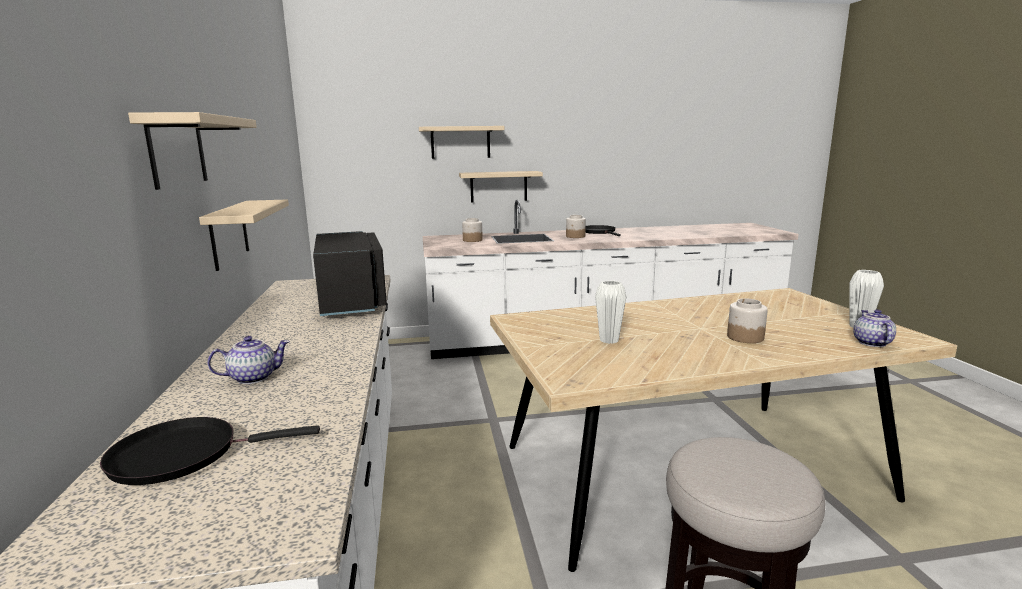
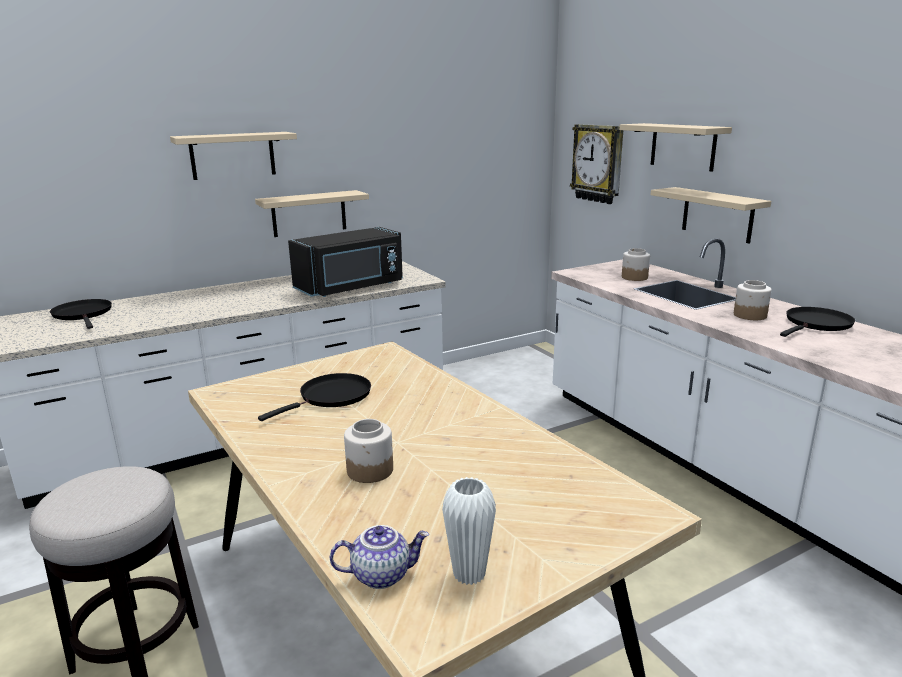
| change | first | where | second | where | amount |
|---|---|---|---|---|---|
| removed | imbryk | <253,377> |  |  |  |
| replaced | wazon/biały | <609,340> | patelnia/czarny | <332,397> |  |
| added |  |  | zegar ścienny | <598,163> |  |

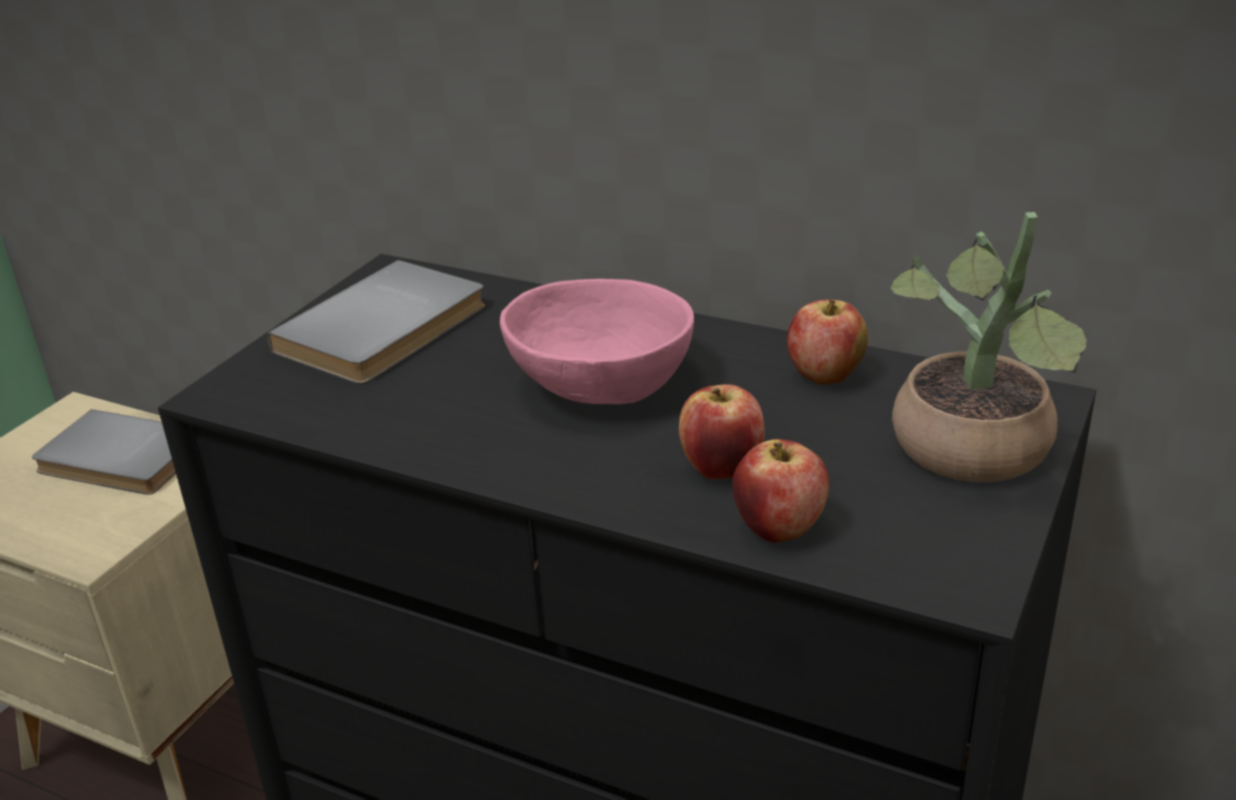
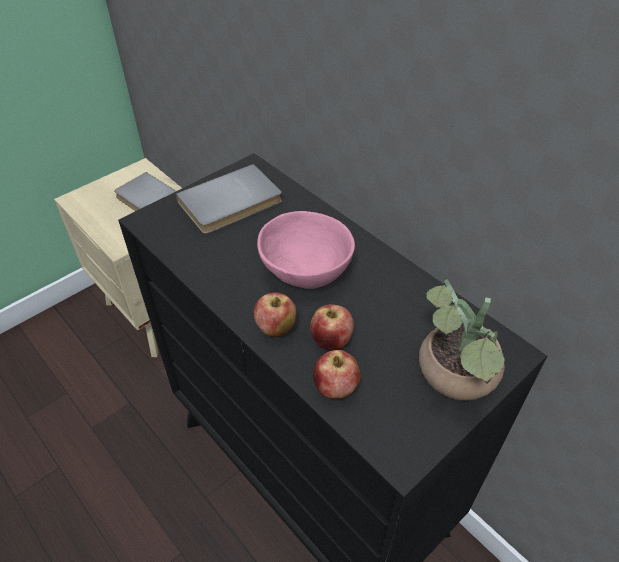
| change | first | where | second | where | amount |
|---|---|---|---|---|---|
| moved | jabłko | <825,376> |  | <275,329> |  |

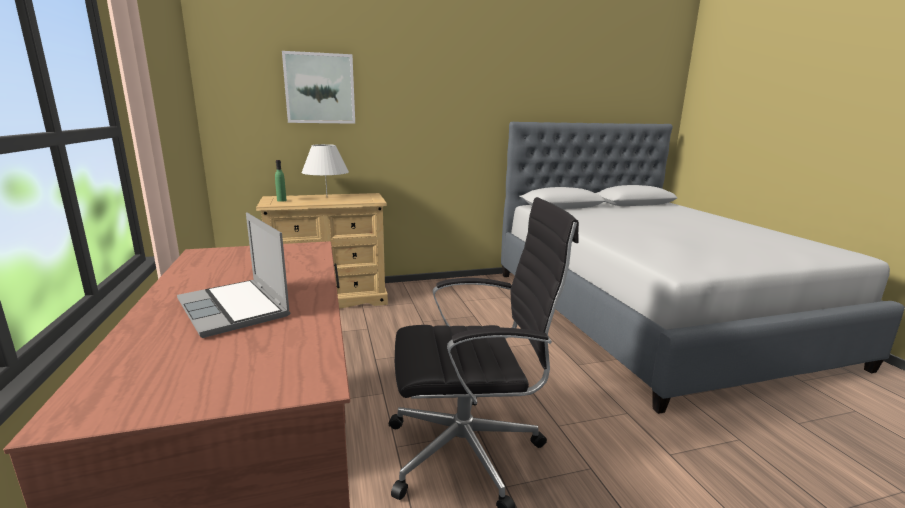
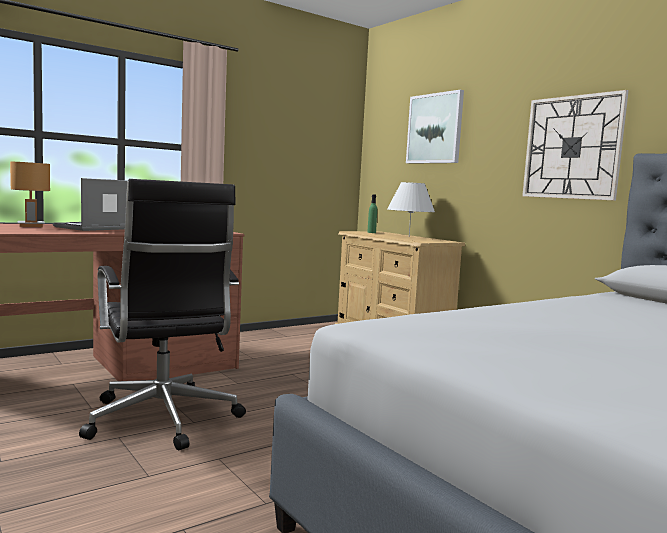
| change | first | where | second | where | amount |
|---|---|---|---|---|---|
| added |  |  | lampa stołowa/brązowy | <31,226> |  |
| added |  |  | zegar ścienny | <572,147> |  |

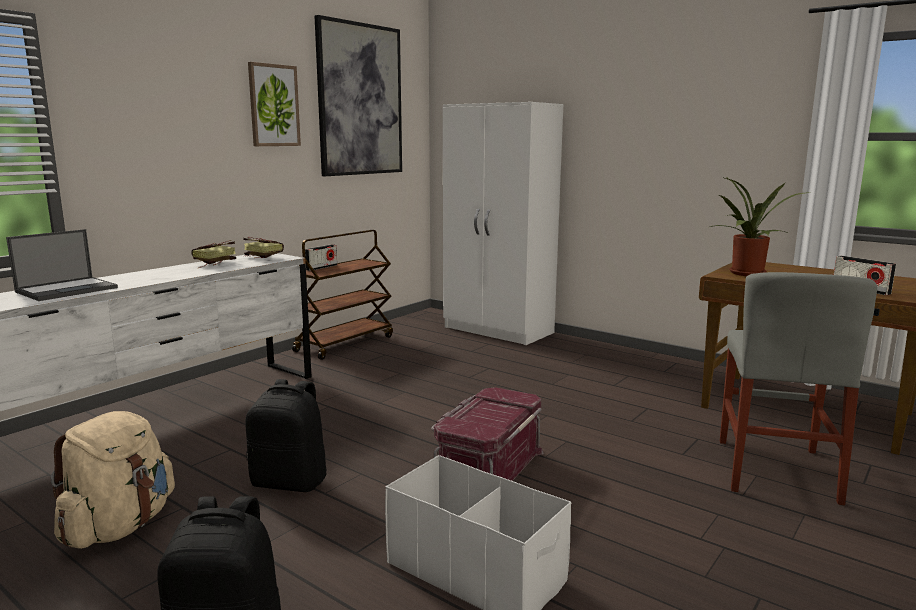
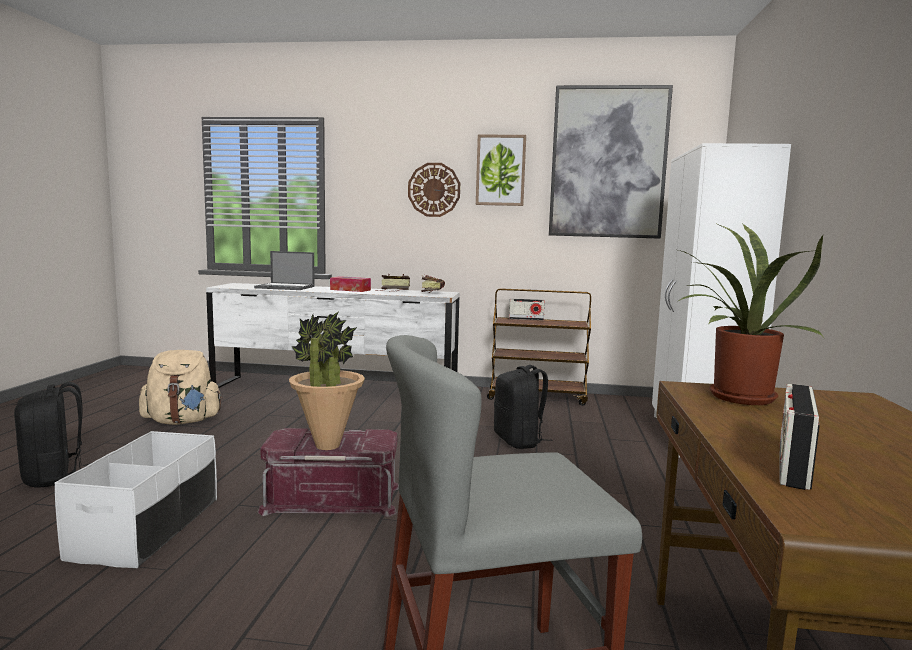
| change | first | where | second | where | amount |
|---|---|---|---|---|---|
| moved | plecak/czarny | <290,482> |  | <519,441> |  |
| added |  |  | roślina doniczkowa | <327,445> |  |
| added |  |  | pudełko chusteczek | <350,290> |  |
| added |  |  | zegar ścienny | <434,190> |  |

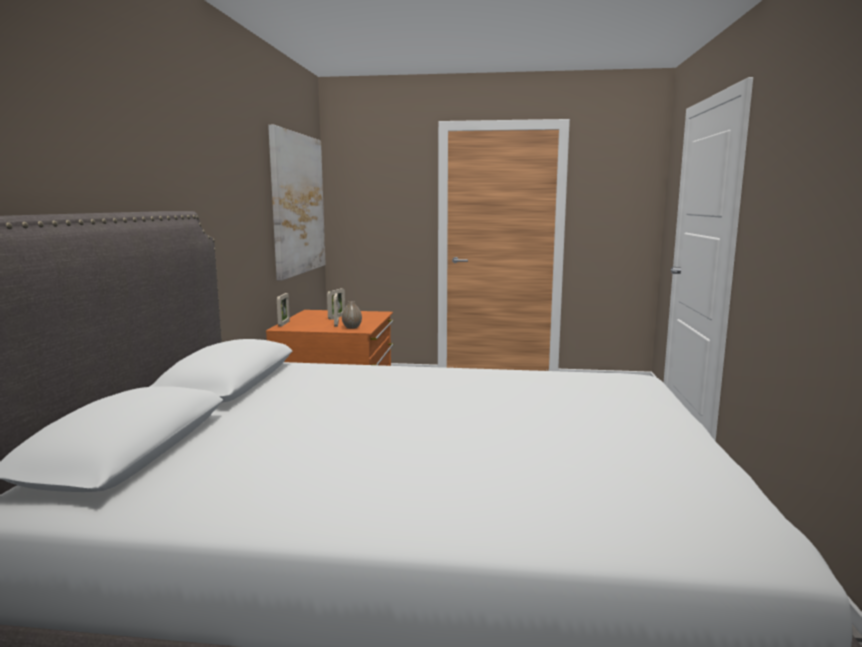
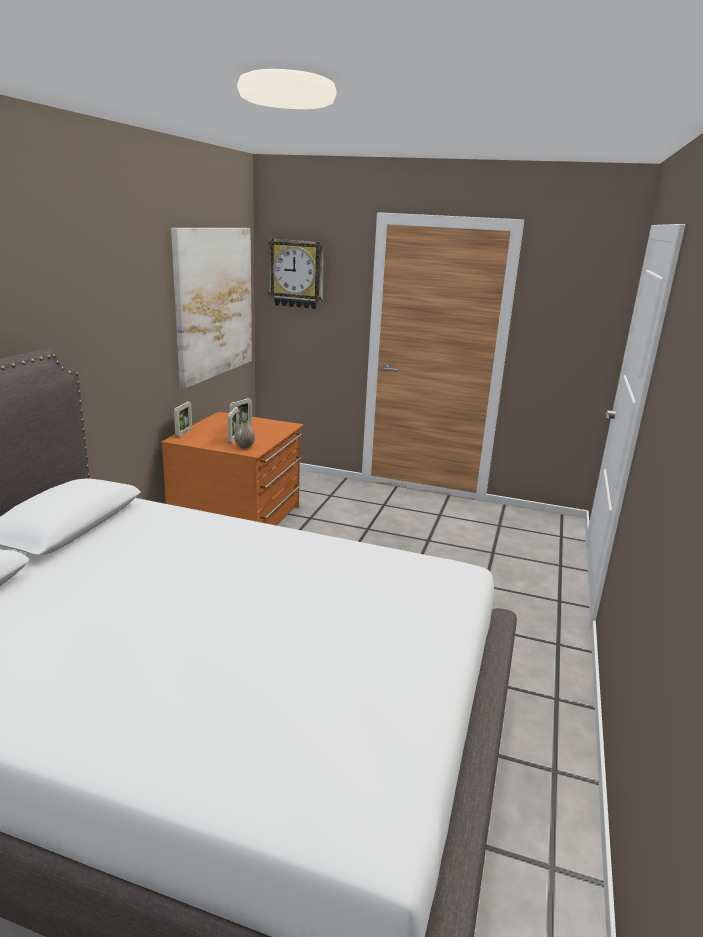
| change | first | where | second | where | amount |
|---|---|---|---|---|---|
| added |  |  | zegar ścienny | <297,274> |  |

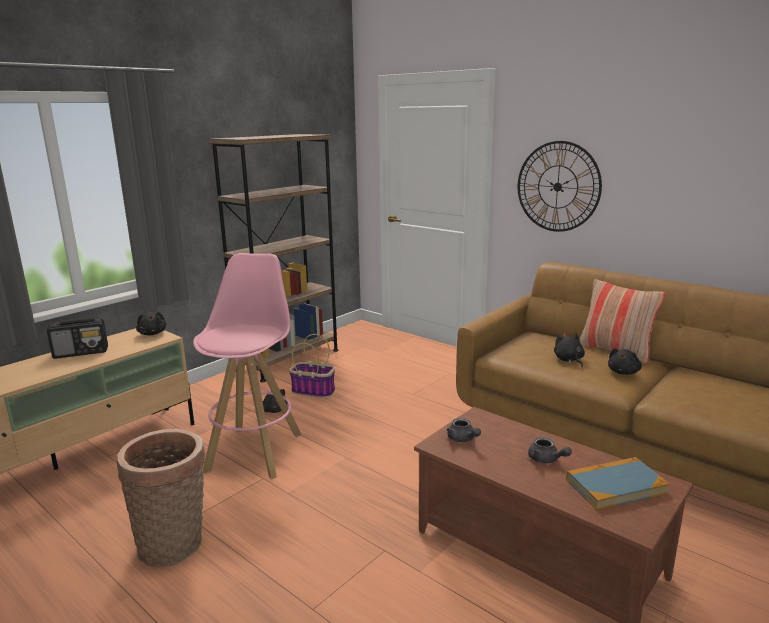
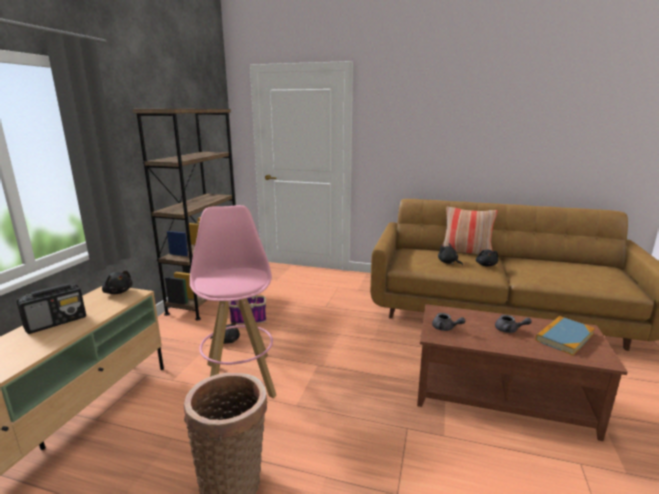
| change | first | where | second | where | amount |
|---|---|---|---|---|---|
| removed | zegar ścienny | <557,187> |  |  |  |

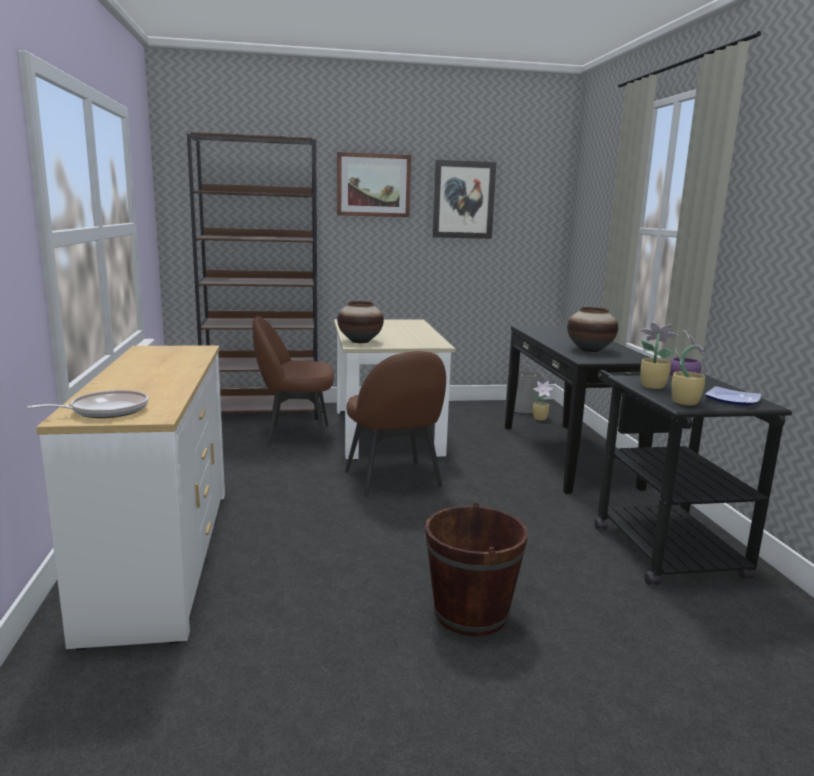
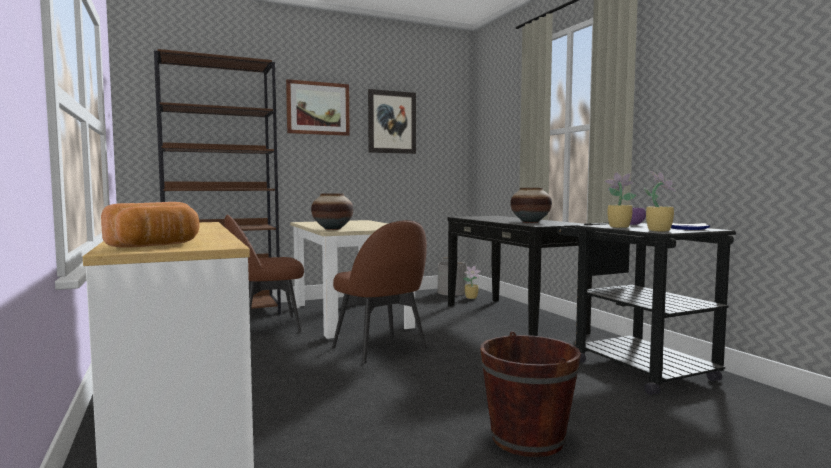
| change | first | where | second | where | amount |
|---|---|---|---|---|---|
| replaced | patelnia | <105,411> | chleb | <156,246> |  |

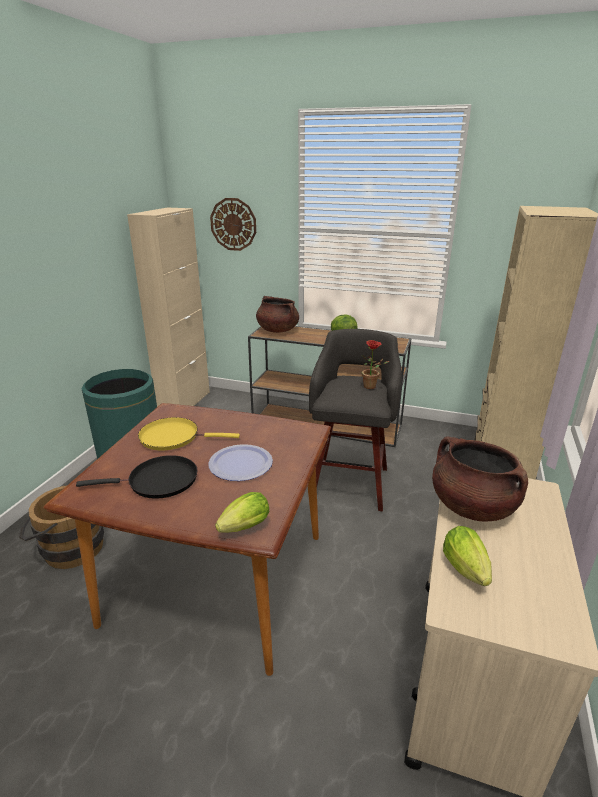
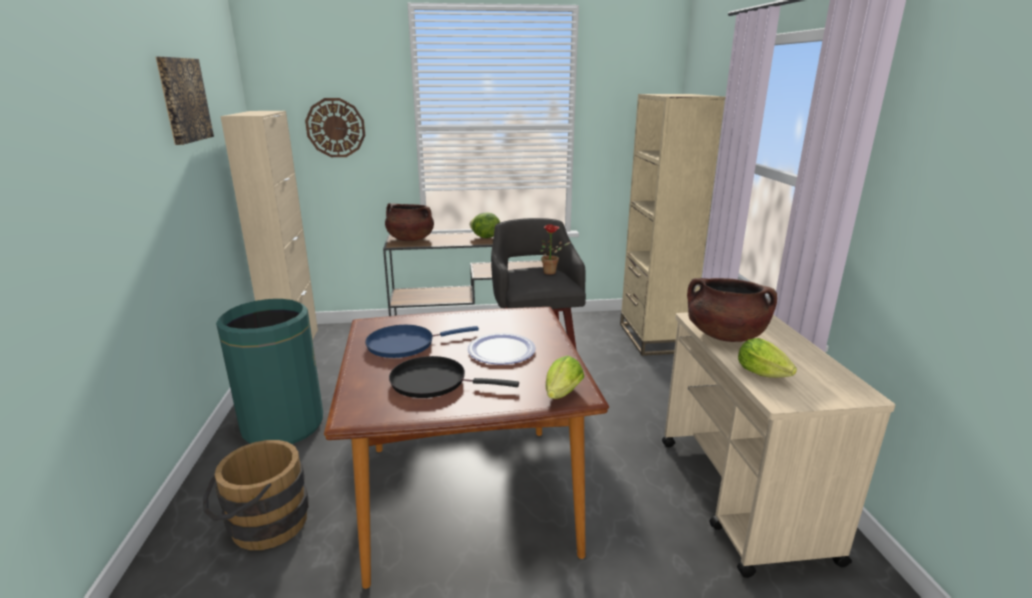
| change | first | where | second | where | amount |
|---|---|---|---|---|---|
| turned | patelnia/czarny | <158,481> |  | <434,382> | 135 degrees counterclockwise |
| recoloured | patelnia/żółty | <174,437> | patelnia/niebieski | <405,344> |  |
| added |  |  | obraz | <183,100> |  |

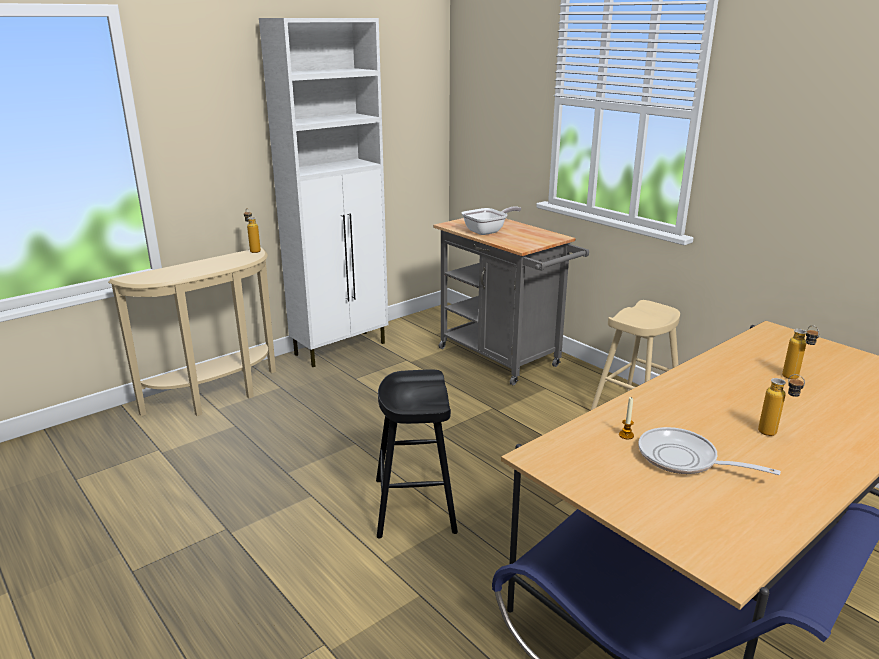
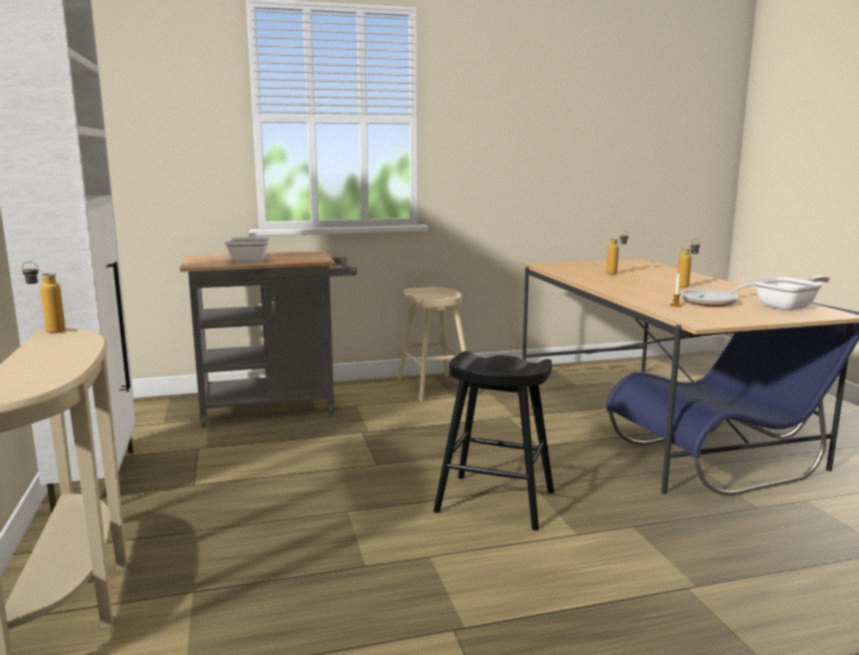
| change | first | where | second | where | amount |
|---|---|---|---|---|---|
| added |  |  | patelnia | <789,307> |  |

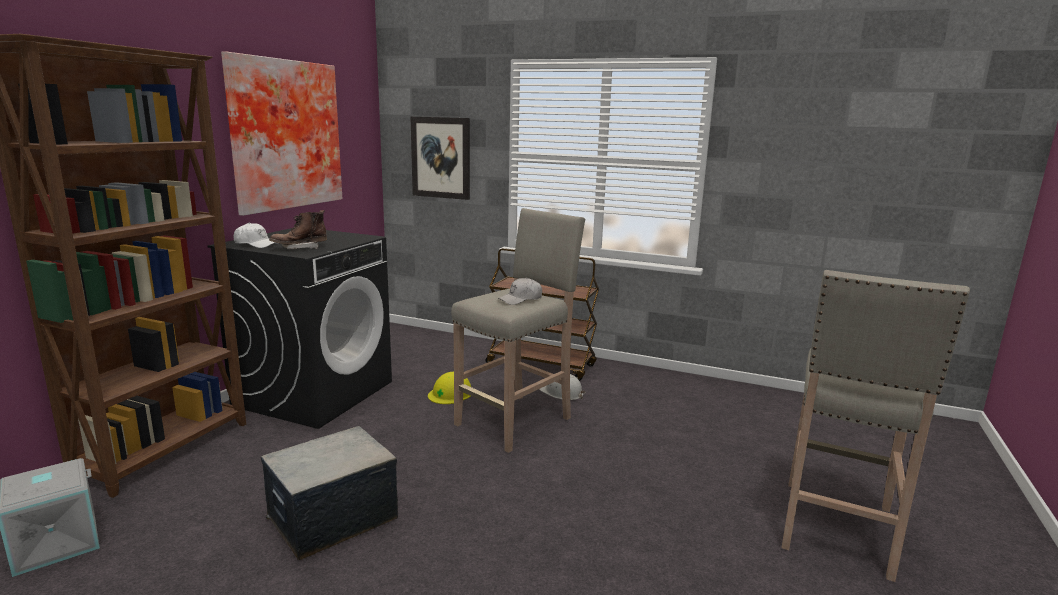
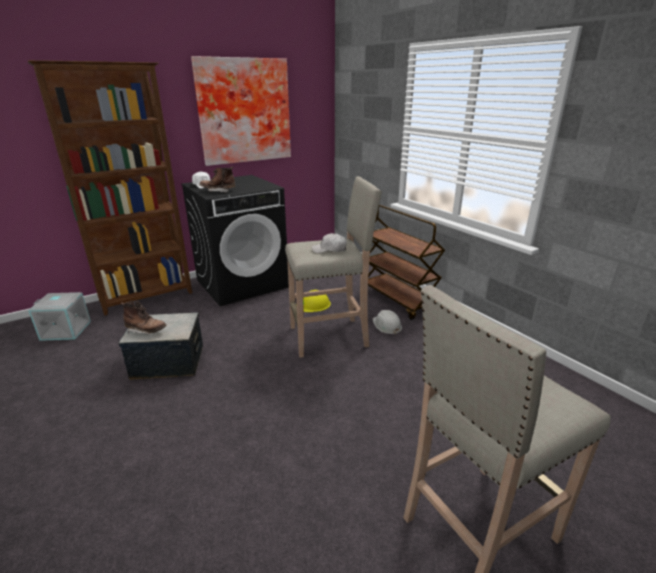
| change | first | where | second | where | amount |
|---|---|---|---|---|---|
| removed | obraz | <441,158> |  |  |  |
| added |  |  | but z cholewką/brązowy | <146,331> |  |

